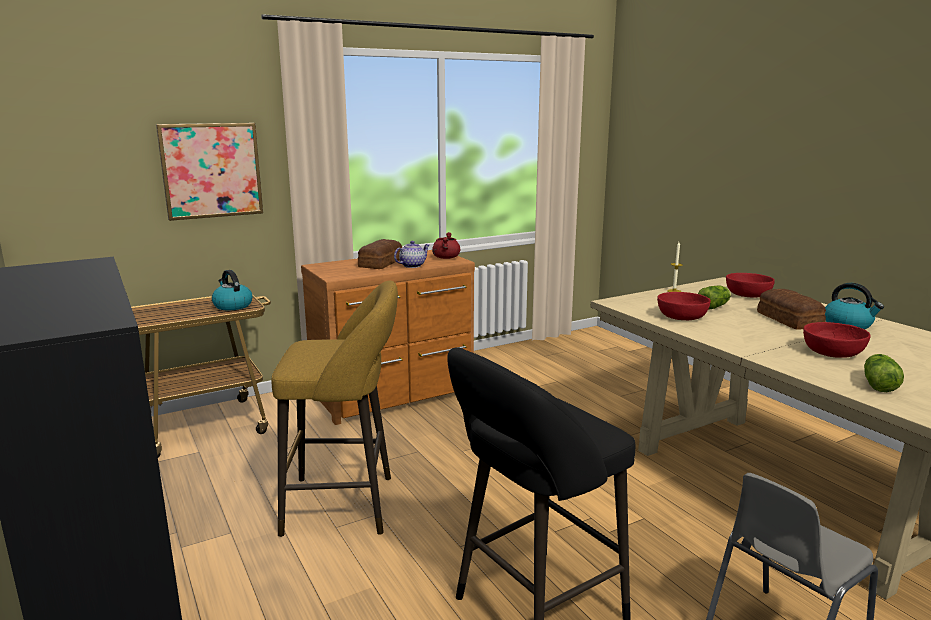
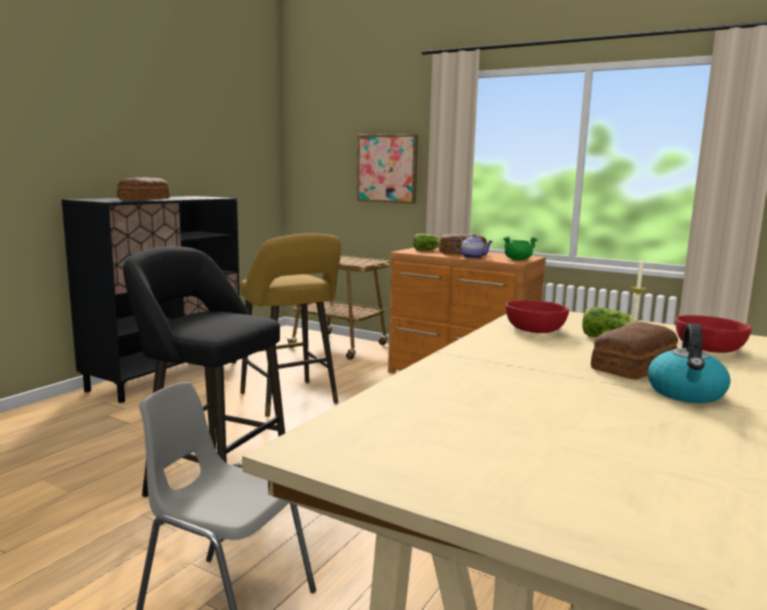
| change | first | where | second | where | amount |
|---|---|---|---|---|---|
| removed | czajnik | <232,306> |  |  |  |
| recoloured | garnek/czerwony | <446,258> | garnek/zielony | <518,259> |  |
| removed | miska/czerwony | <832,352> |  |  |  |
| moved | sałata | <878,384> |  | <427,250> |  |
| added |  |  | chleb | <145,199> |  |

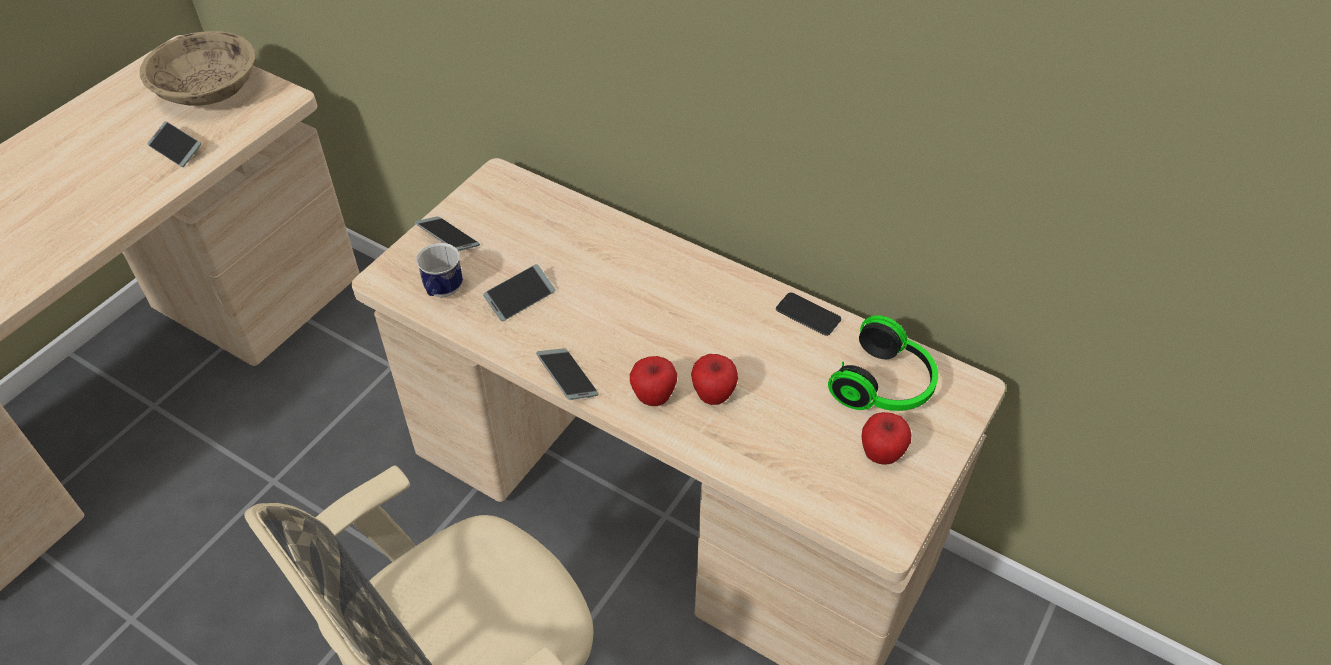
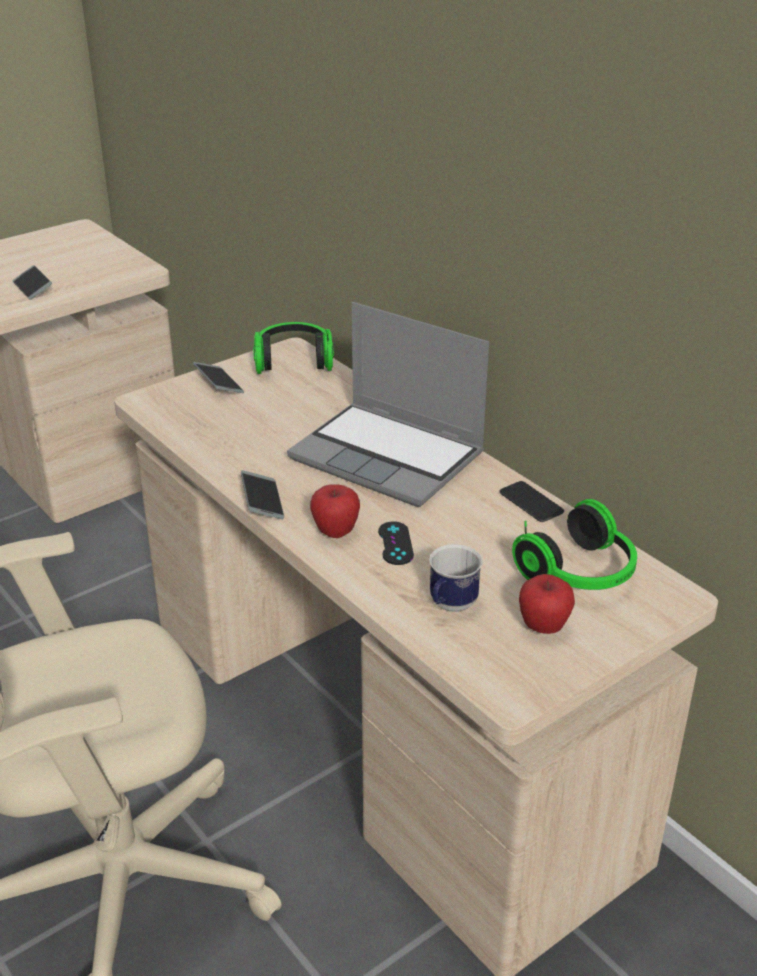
| change | first | where | second | where | amount |
|---|---|---|---|---|---|
| removed | miska/beżowy | <209,91> |  |  |  |
| moved | kubek | <442,293> |  | <450,606> |  |
| removed | telefon | <520,297> |  |  |  |
| replaced | jabłko | <713,395> | pad do gier/czarny | <395,543> |  |
| added |  |  | słuchawki | <293,361> |  |
| added |  |  | laptop | <390,456> |  |

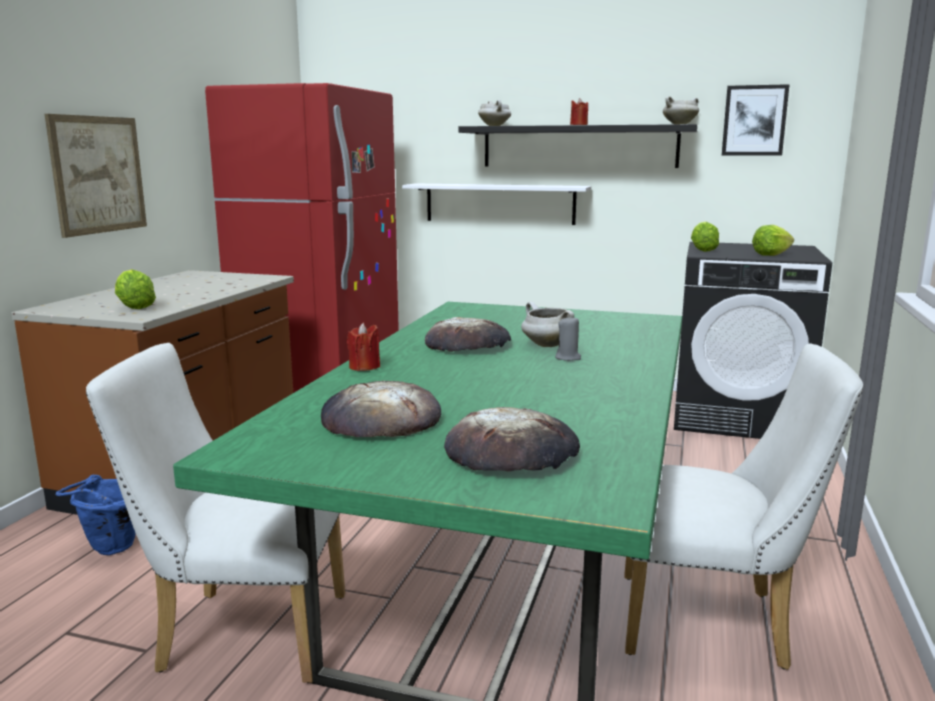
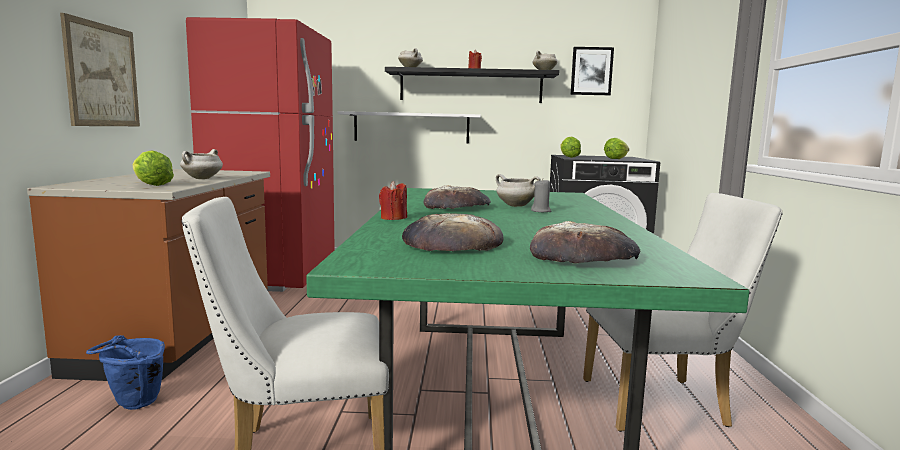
| change | first | where | second | where | amount |
|---|---|---|---|---|---|
| added |  |  | garnek/biały | <202,178> |  |

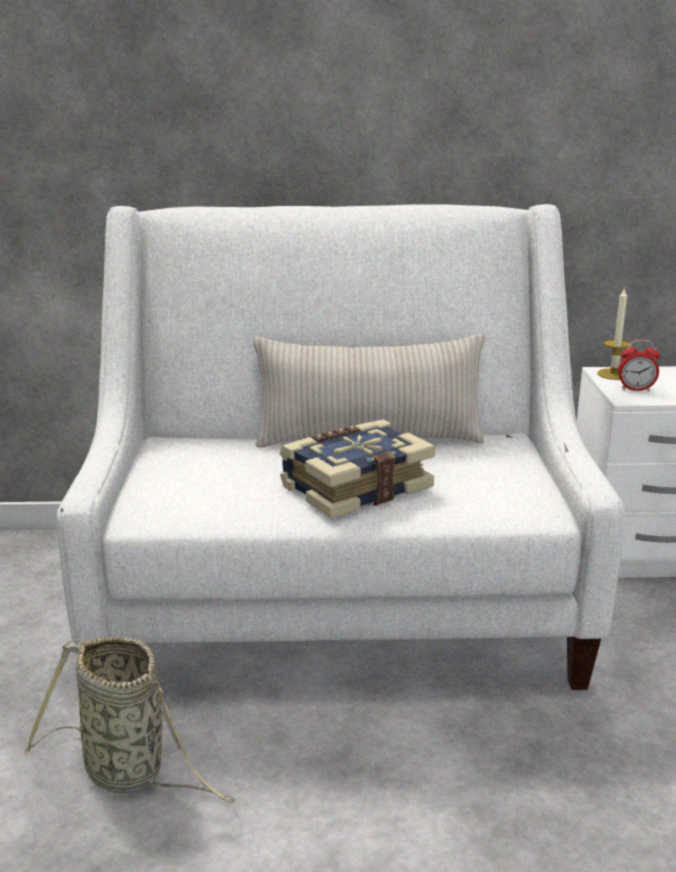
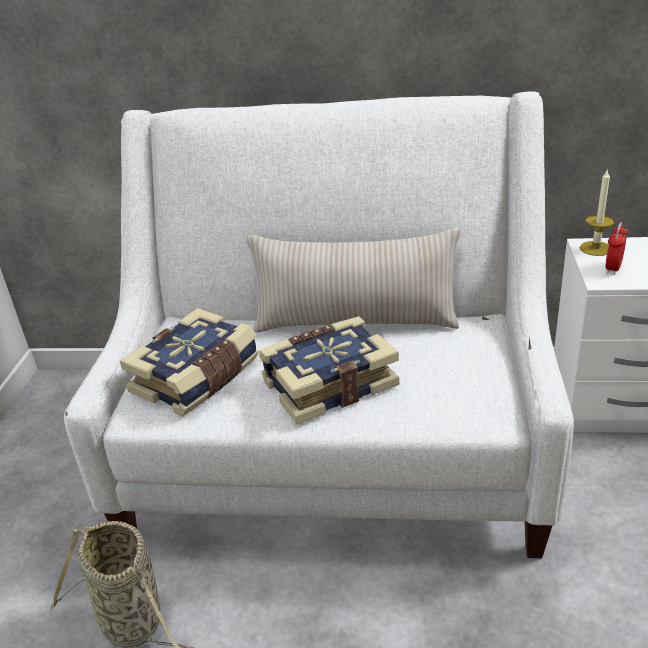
| change | first | where | second | where | amount |
|---|---|---|---|---|---|
| turned | budzik | <635,389> |  | <613,268> | 105 degrees clockwise |
| added |  |  | książka | <198,378> |  |

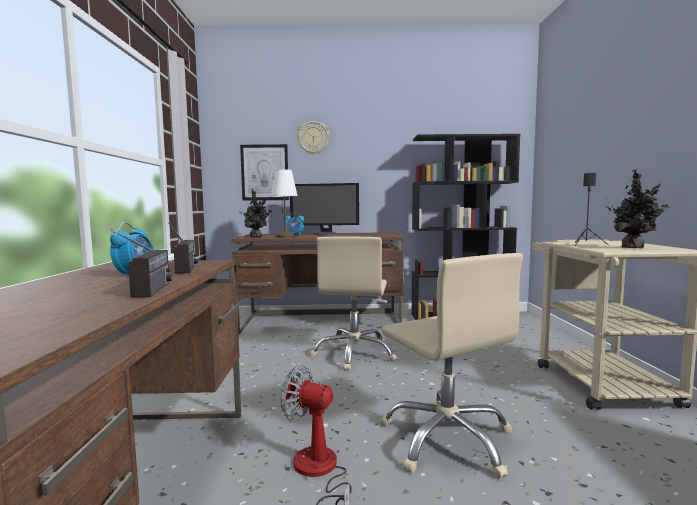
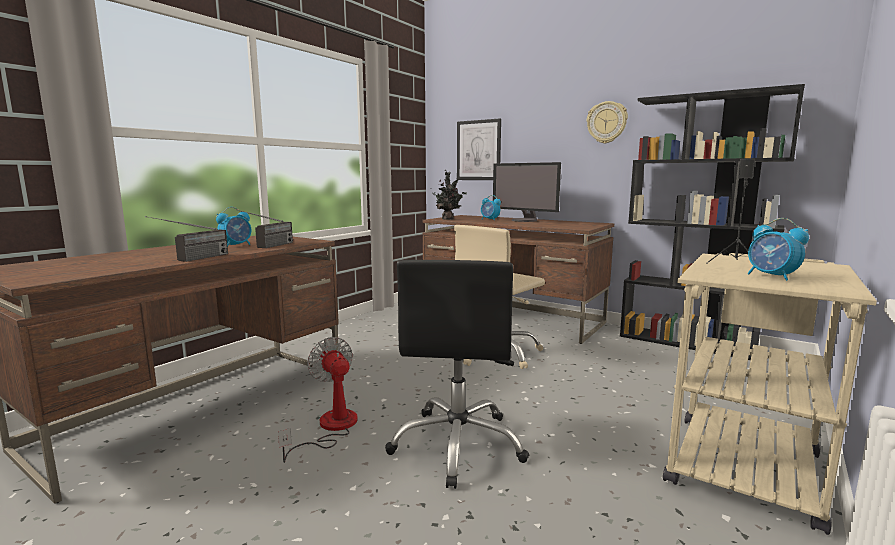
| change | first | where | second | where | amount |
|---|---|---|---|---|---|
| removed | lampa stołowa/biały | <286,237> |  |  |  |
| moved | zegar ścienny | <313,138> |  | <606,122> |  |
| recoloured | krzesło biurowe/beżowy | <448,439> | krzesło biurowe/czarny | <458,445> |  |
| replaced | roślina doniczkowa | <634,248> | budzik | <771,276> |  |

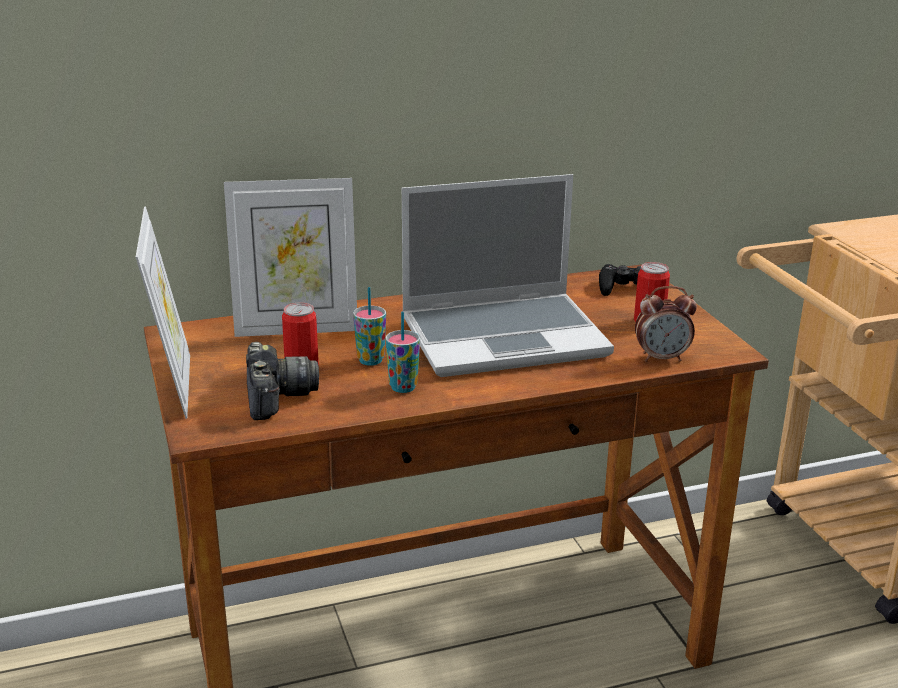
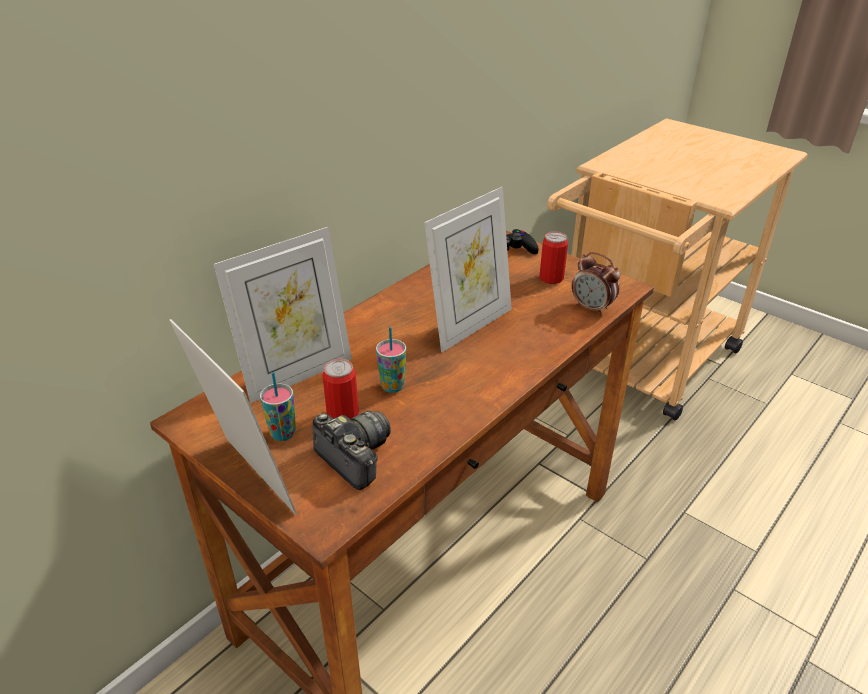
| change | first | where | second | where | amount |
|---|---|---|---|---|---|
| moved | filiżanka | <403,387> |  | <283,433> |  |
| replaced | laptop | <505,336> | ramka na zdjęcie | <469,325> |  |
| turned | budzik | <662,358> |  | <592,308> | 75 degrees clockwise |

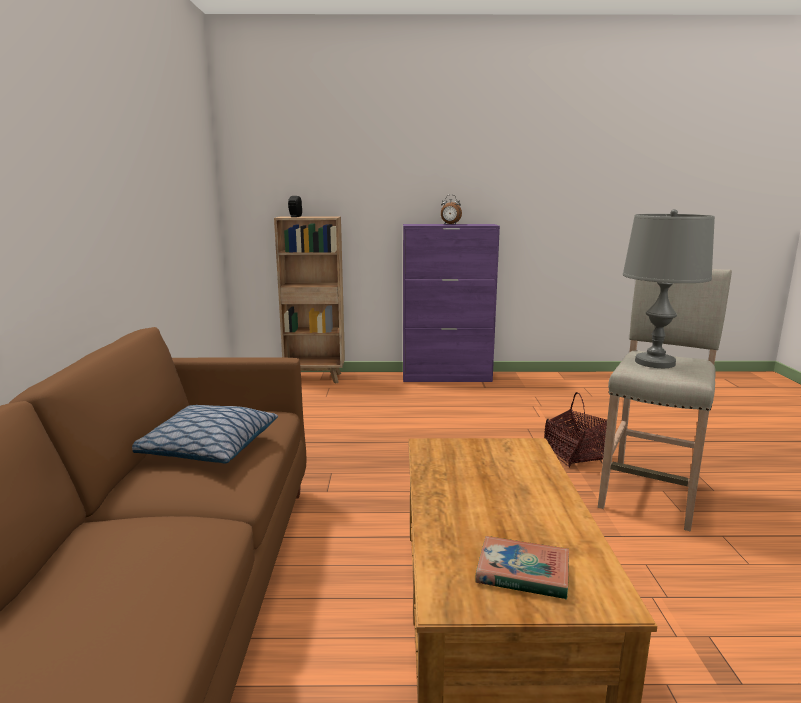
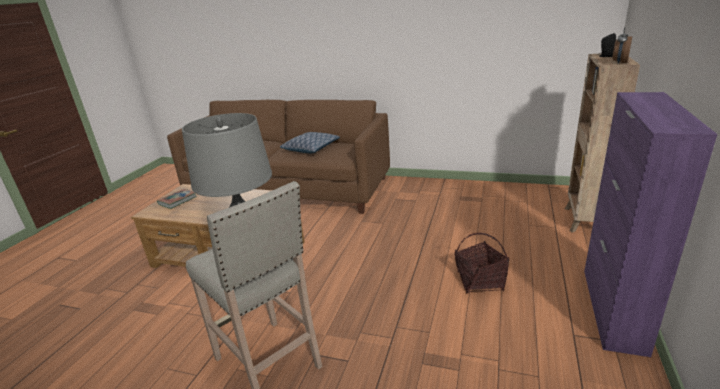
| change | first | where | second | where | amount |
|---|---|---|---|---|---|
| moved | budzik | <450,224> |  | <619,63> |  |
| moved | koszyk | <574,455> |  | <480,281> |  |

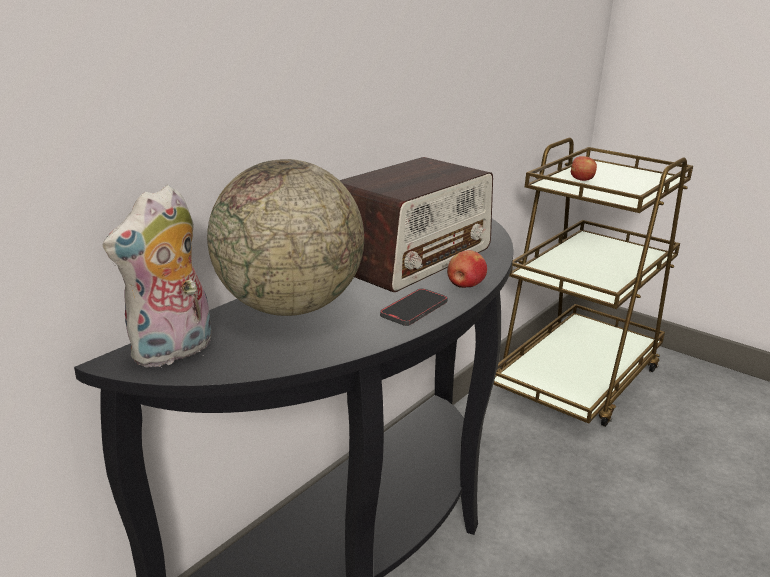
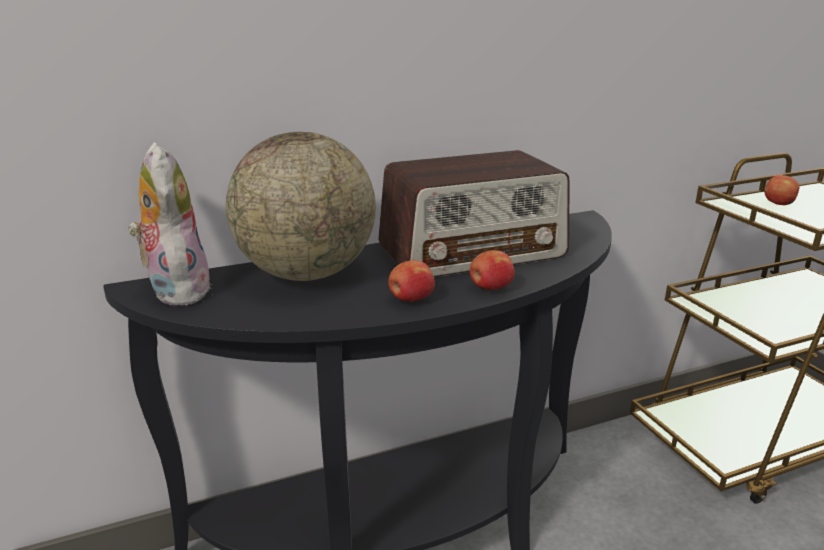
| change | first | where | second | where | amount |
|---|---|---|---|---|---|
| turned | pluszak | <173,352> |  | <176,290> | 90 degrees clockwise |
| replaced | telefon | <414,310> | jabłko | <410,299> |  |

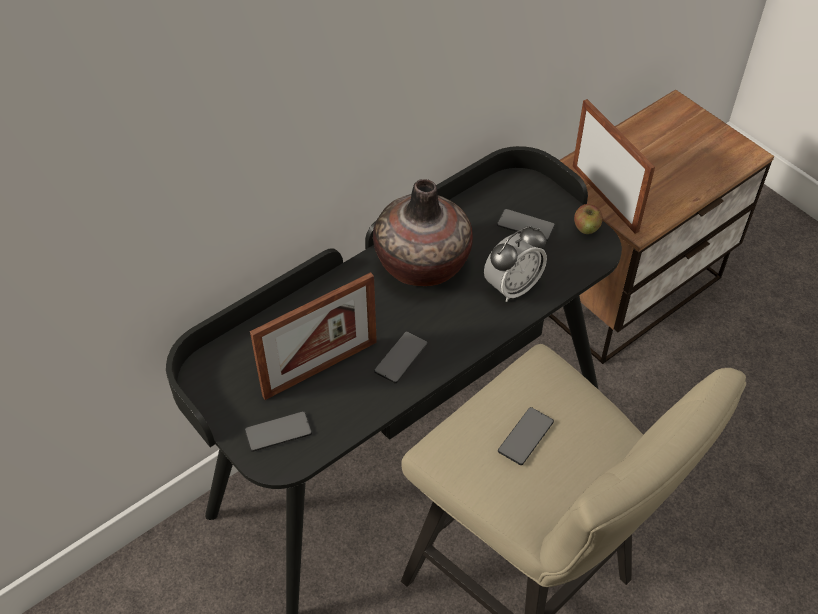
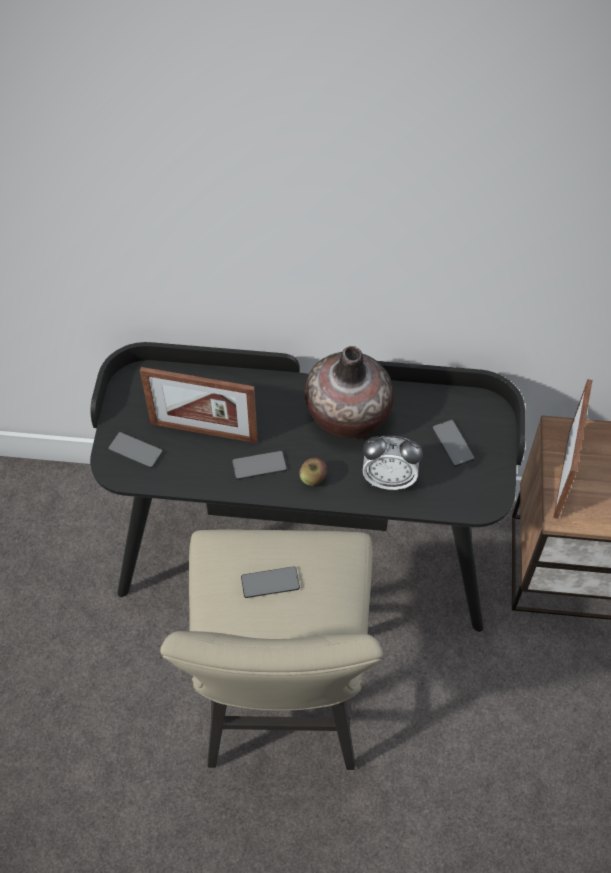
| change | first | where | second | where | amount |
|---|---|---|---|---|---|
| moved | jabłko | <586,227> |  | <313,478> |  |

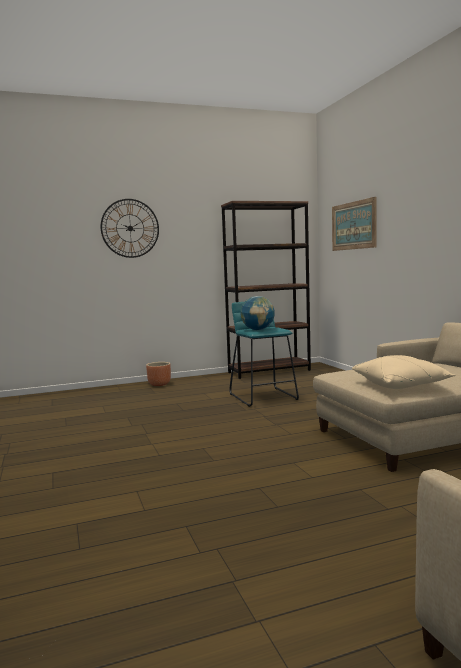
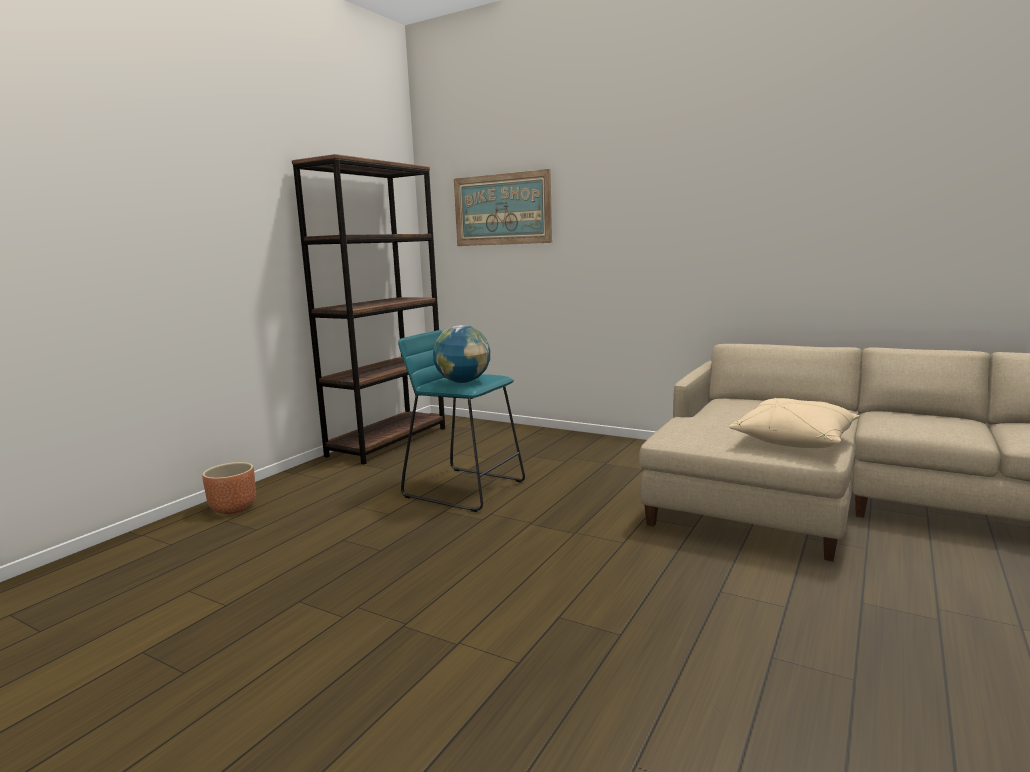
| change | first | where | second | where | amount |
|---|---|---|---|---|---|
| removed | zegar ścienny | <130,228> |  |  |  |

